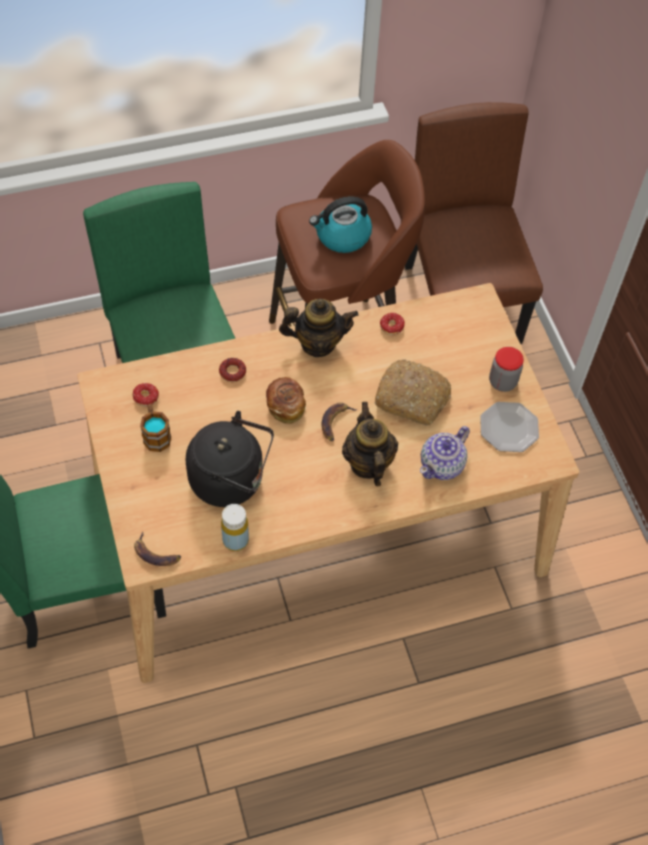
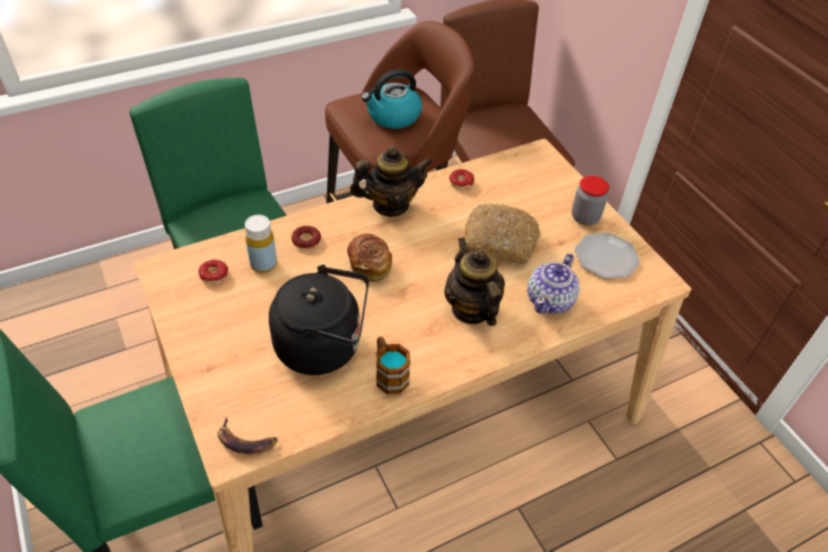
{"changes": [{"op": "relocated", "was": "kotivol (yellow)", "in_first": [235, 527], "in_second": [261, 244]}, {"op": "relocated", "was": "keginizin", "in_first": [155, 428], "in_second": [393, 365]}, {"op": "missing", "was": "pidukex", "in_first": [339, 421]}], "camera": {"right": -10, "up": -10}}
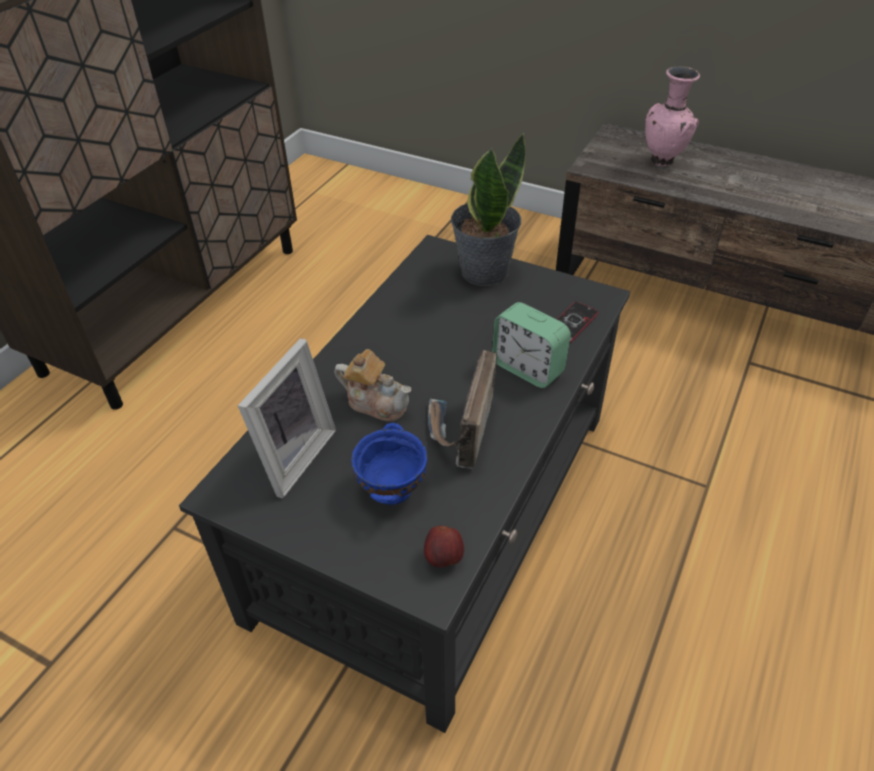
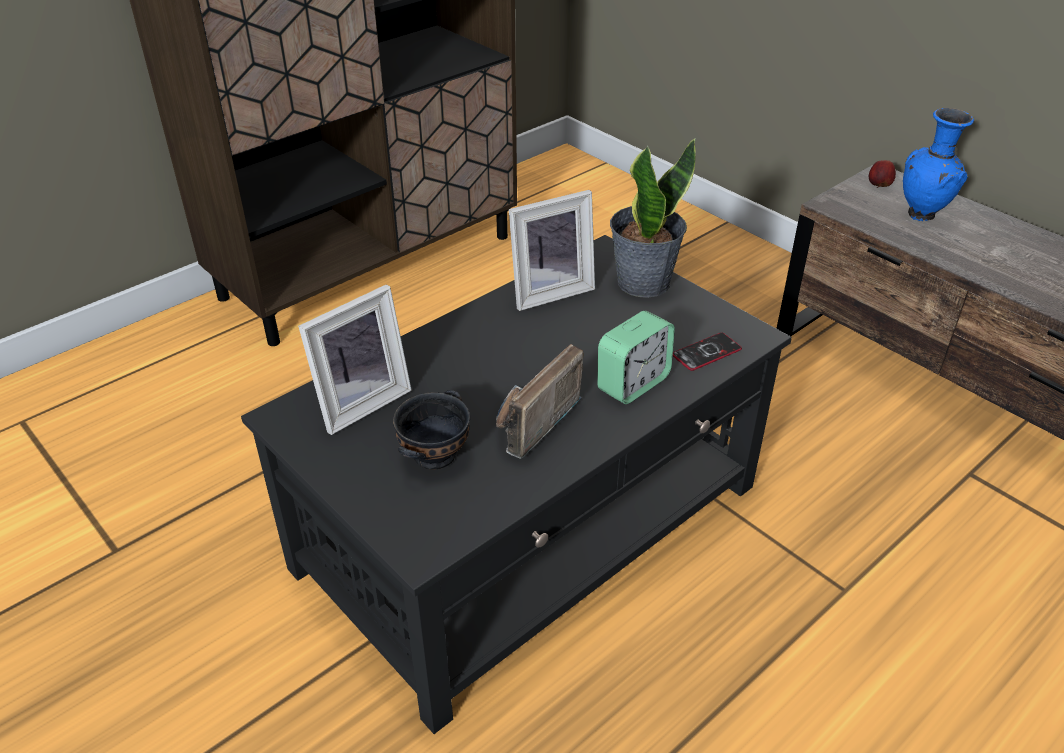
{"changes": [{"op": "colour", "was": "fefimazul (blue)", "now": "fefimazul (black)", "in_first": [389, 464], "in_second": [431, 430]}, {"op": "appeared", "now": "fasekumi", "in_second": [552, 250]}, {"op": "spun", "was": "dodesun", "in_first": [531, 345], "in_second": [636, 357], "clockwise": -105}, {"op": "relocated", "was": "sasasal", "in_first": [444, 547], "in_second": [882, 174]}, {"op": "colour", "was": "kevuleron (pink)", "now": "kevuleron (blue)", "in_first": [672, 116], "in_second": [938, 164]}, {"op": "missing", "was": "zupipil", "in_first": [372, 385]}], "camera": {"right": 20, "up": -5}}
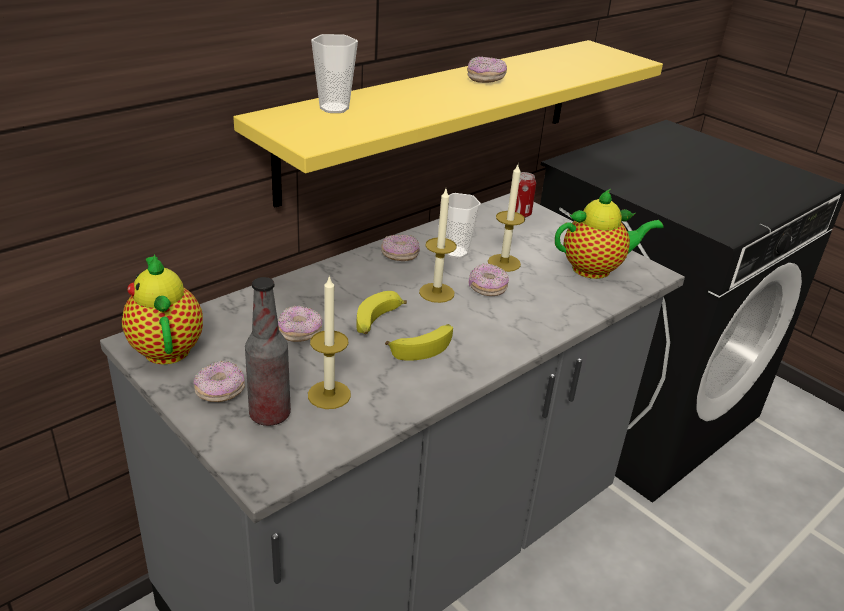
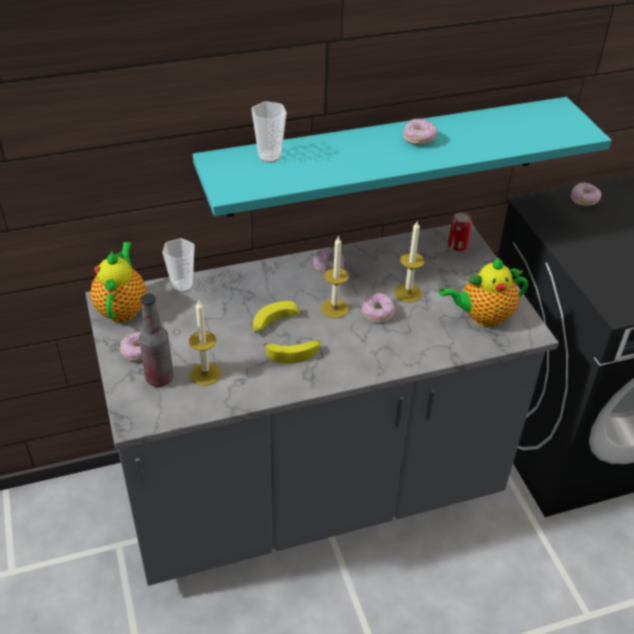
{"changes": [{"op": "relocated", "was": "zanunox", "in_first": [463, 226], "in_second": [178, 265]}, {"op": "colour", "was": "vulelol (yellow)", "now": "vulelol (turquoise)", "in_first": [448, 123], "in_second": [402, 157]}, {"op": "spun", "was": "zupipil", "in_first": [609, 234], "in_second": [483, 292], "clockwise": 150}, {"op": "relocated", "was": "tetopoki", "in_first": [300, 324], "in_second": [586, 194]}], "camera": {"right": 25, "up": 10}}
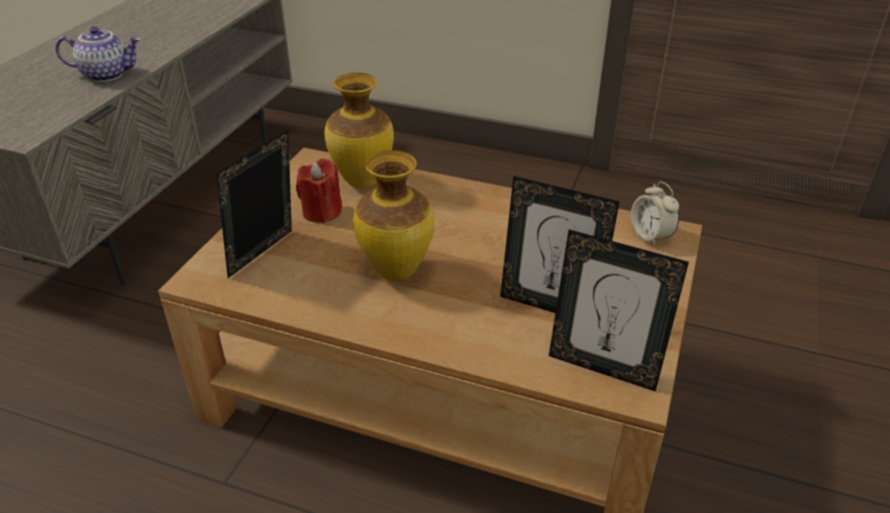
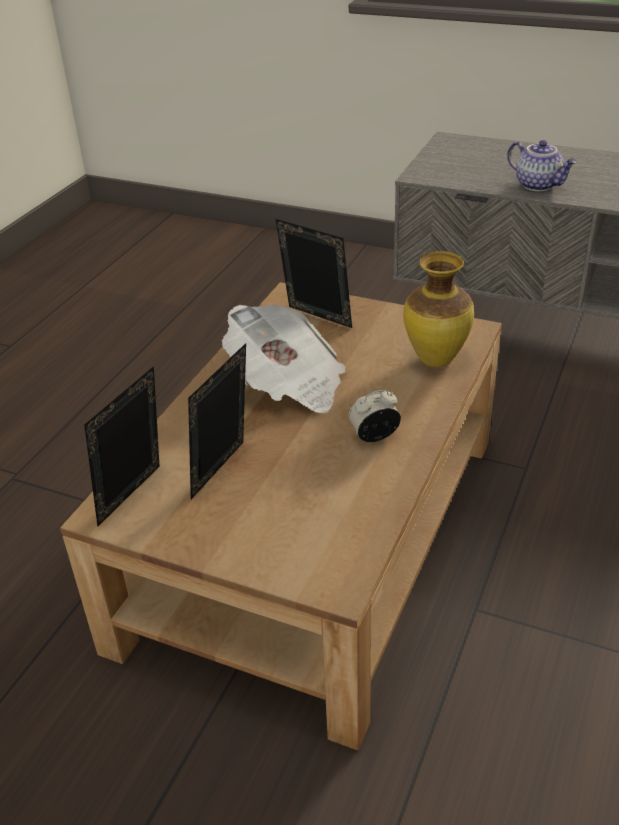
{"changes": [{"op": "exchanged", "was": "kevuleron", "now": "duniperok", "in_first": [393, 215], "in_second": [284, 359]}, {"op": "relocated", "was": "dodesun", "in_first": [655, 214], "in_second": [375, 416]}, {"op": "spun", "was": "zupipil", "in_first": [98, 54], "in_second": [542, 165], "clockwise": -45}, {"op": "missing", "was": "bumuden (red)", "in_first": [319, 190]}], "camera": {"right": 95, "up": 0}}
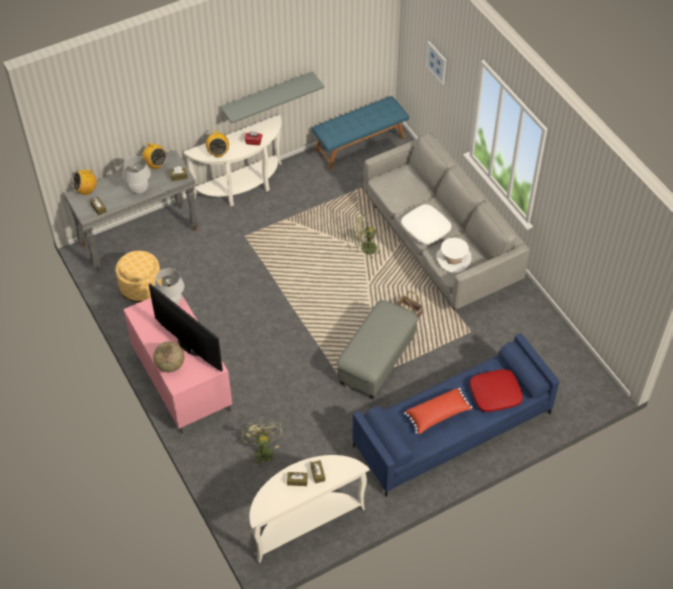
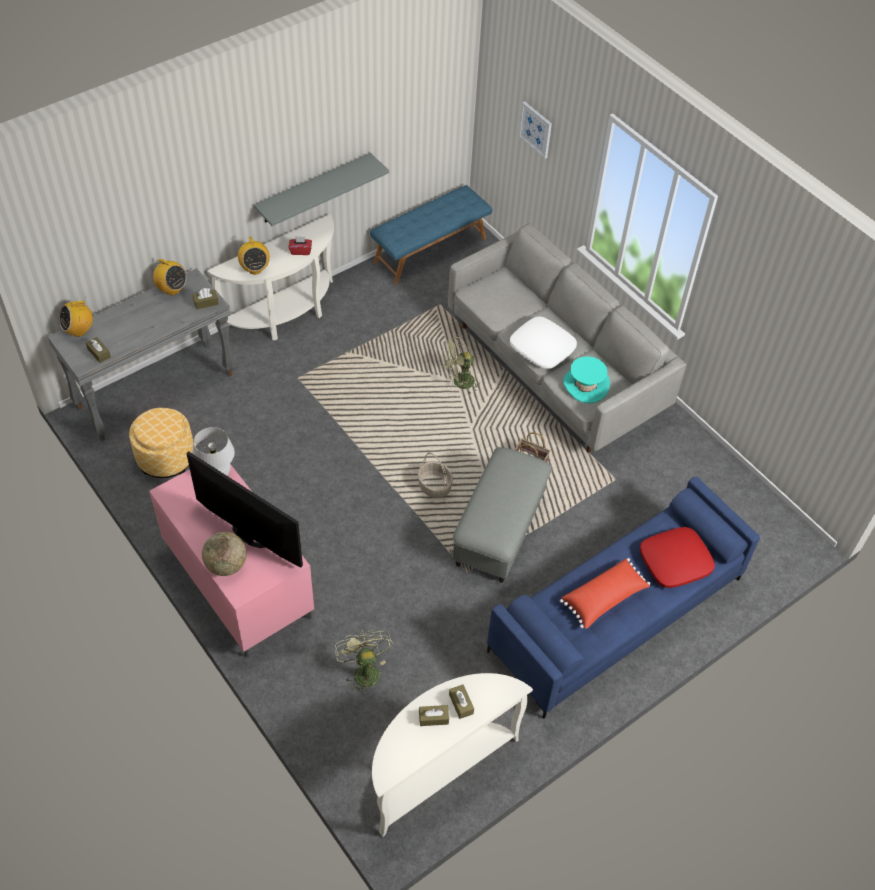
{"changes": [{"op": "appeared", "now": "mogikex", "in_second": [435, 475]}, {"op": "colour", "was": "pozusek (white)", "now": "pozusek (turquoise)", "in_first": [453, 255], "in_second": [586, 379]}, {"op": "missing", "was": "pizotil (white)", "in_first": [137, 175]}], "camera": {"right": -10, "up": 0}}
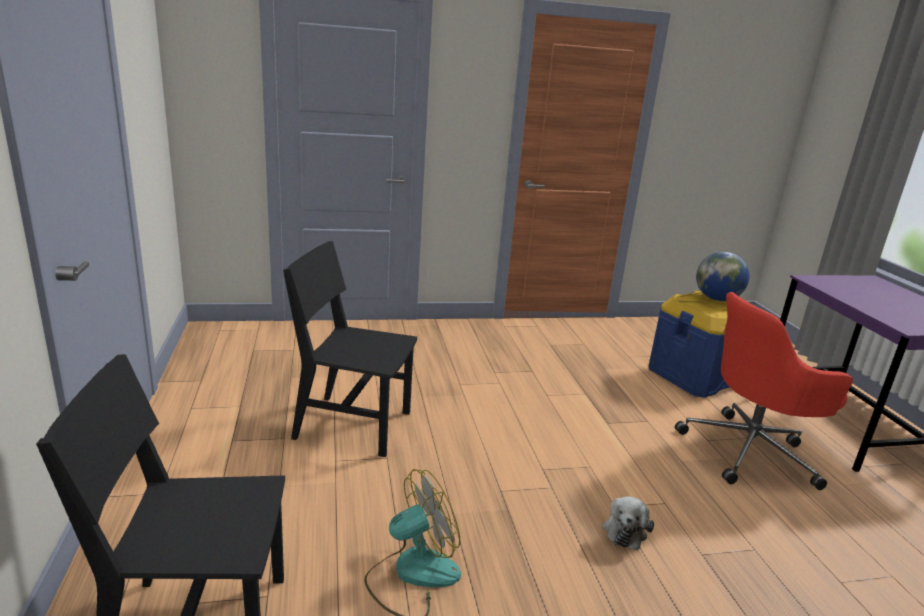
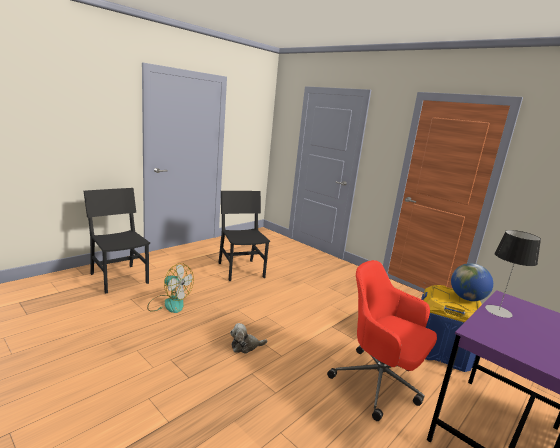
{"changes": [{"op": "appeared", "now": "pizotil", "in_second": [513, 274]}], "camera": {"right": 55, "up": -5}}
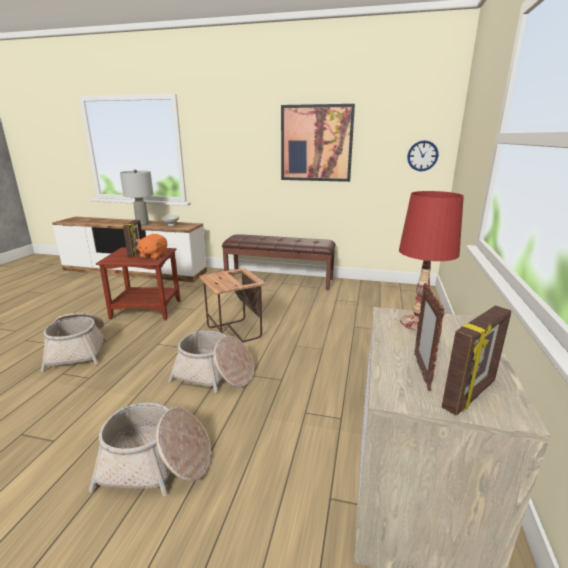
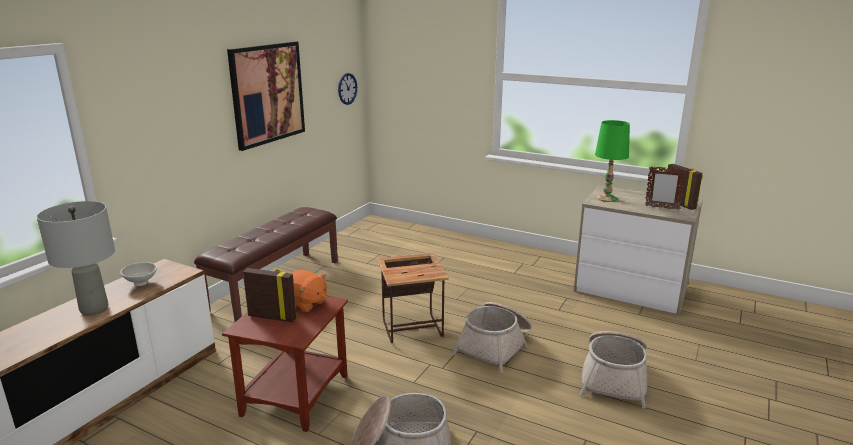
{"changes": [{"op": "colour", "was": "pizotil (red)", "now": "pizotil (green)", "in_first": [431, 261], "in_second": [612, 161]}], "camera": {"right": -75, "up": 0}}
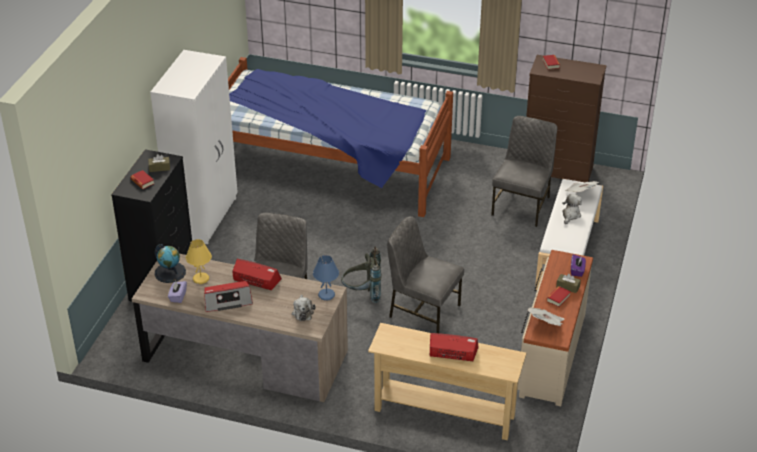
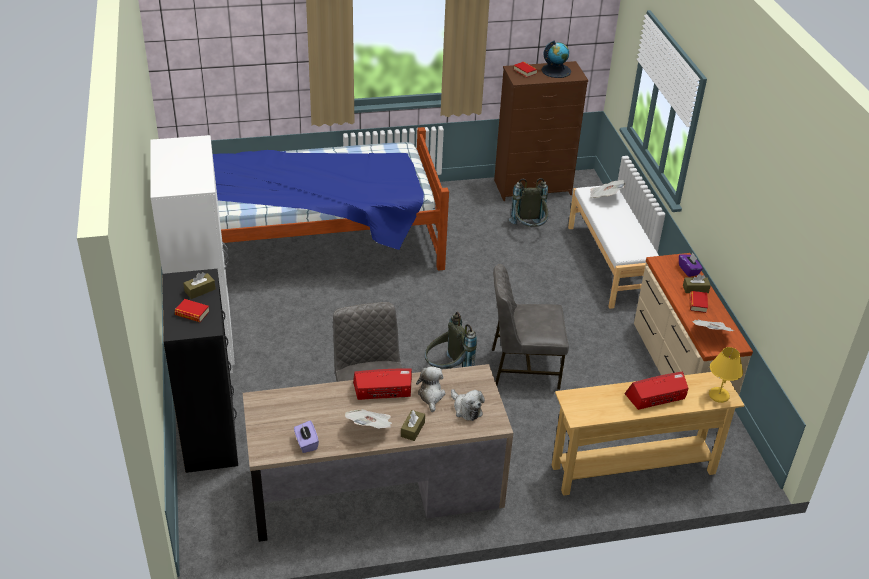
{"changes": [{"op": "exchanged", "was": "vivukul", "now": "duniperok", "in_first": [228, 296], "in_second": [368, 419]}, {"op": "appeared", "now": "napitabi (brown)", "in_second": [413, 425]}, {"op": "relocated", "was": "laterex", "in_first": [572, 209], "in_second": [430, 389]}, {"op": "exchanged", "was": "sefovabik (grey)", "now": "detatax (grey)", "in_first": [524, 171], "in_second": [529, 202]}, {"op": "relocated", "was": "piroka", "in_first": [170, 263], "in_second": [556, 59]}, {"op": "relocated", "was": "pizotil (yellow)", "in_first": [199, 261], "in_second": [726, 375]}, {"op": "missing", "was": "pizotil (blue)", "in_first": [326, 278]}], "camera": {"right": -30, "up": 0}}
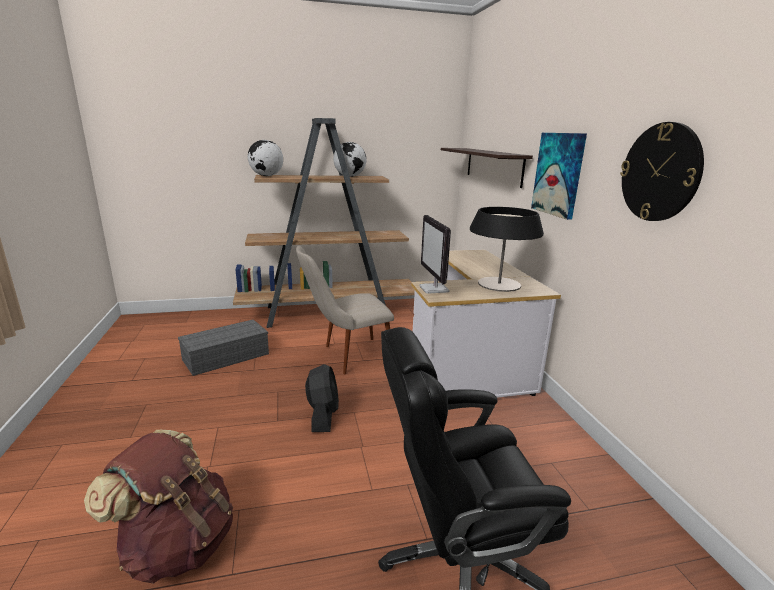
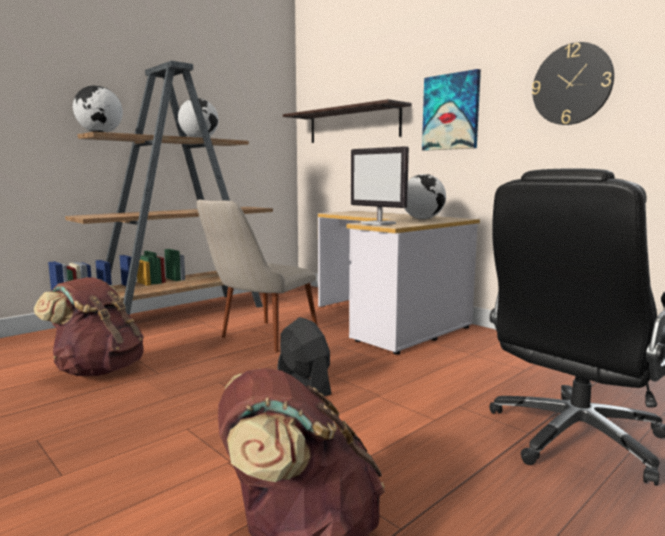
{"changes": [{"op": "exchanged", "was": "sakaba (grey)", "now": "detatax (brown)", "in_first": [223, 347], "in_second": [89, 326]}, {"op": "exchanged", "was": "pizotil", "now": "piroka", "in_first": [507, 249], "in_second": [425, 196]}], "camera": {"right": -30, "up": -10}}
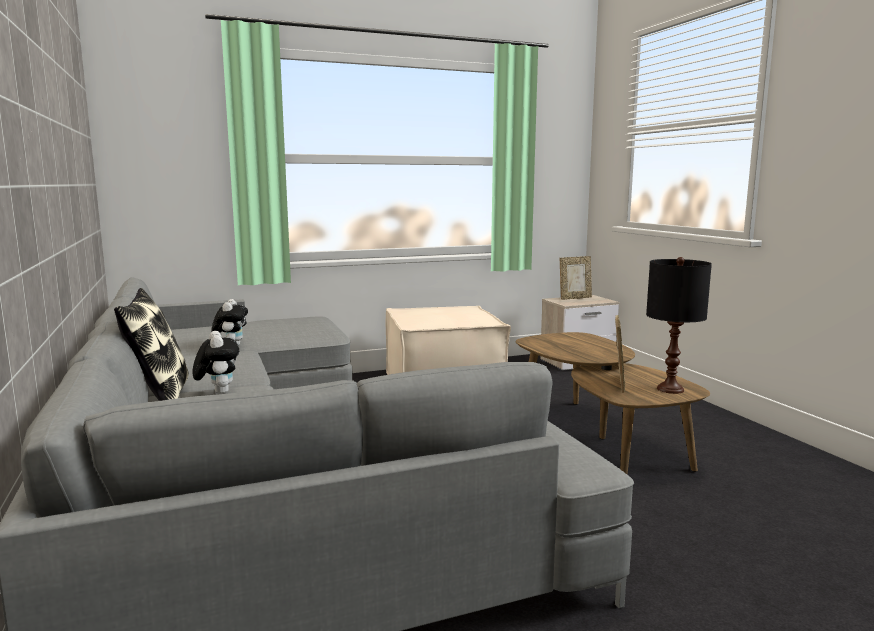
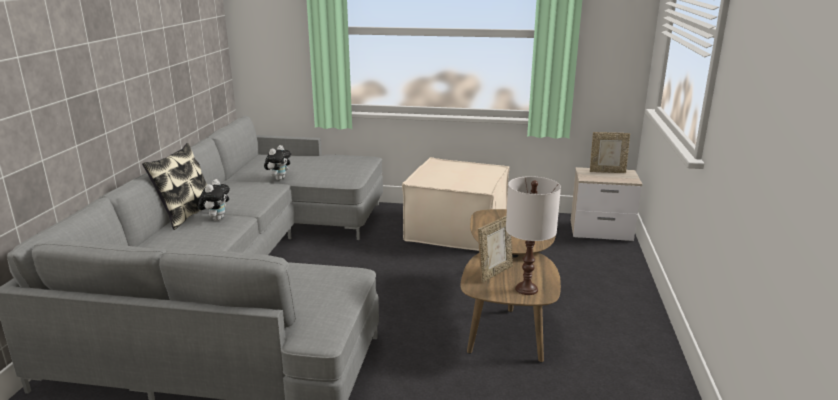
{"changes": [{"op": "colour", "was": "pizotil (black)", "now": "pizotil (white)", "in_first": [679, 325], "in_second": [533, 235]}], "camera": {"right": 30, "up": 10}}
